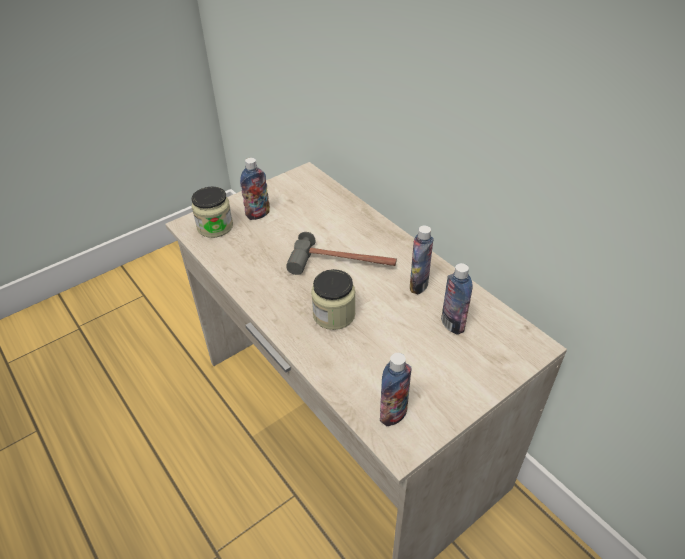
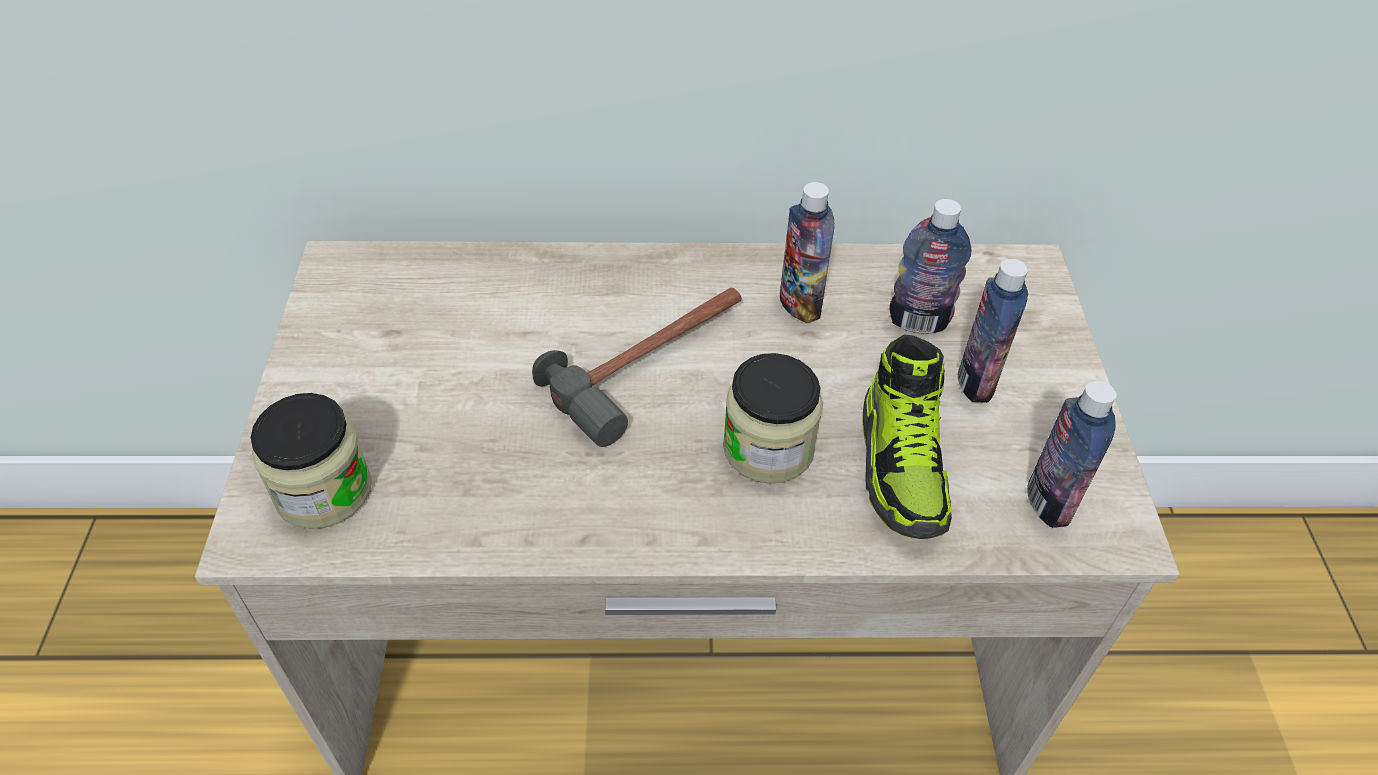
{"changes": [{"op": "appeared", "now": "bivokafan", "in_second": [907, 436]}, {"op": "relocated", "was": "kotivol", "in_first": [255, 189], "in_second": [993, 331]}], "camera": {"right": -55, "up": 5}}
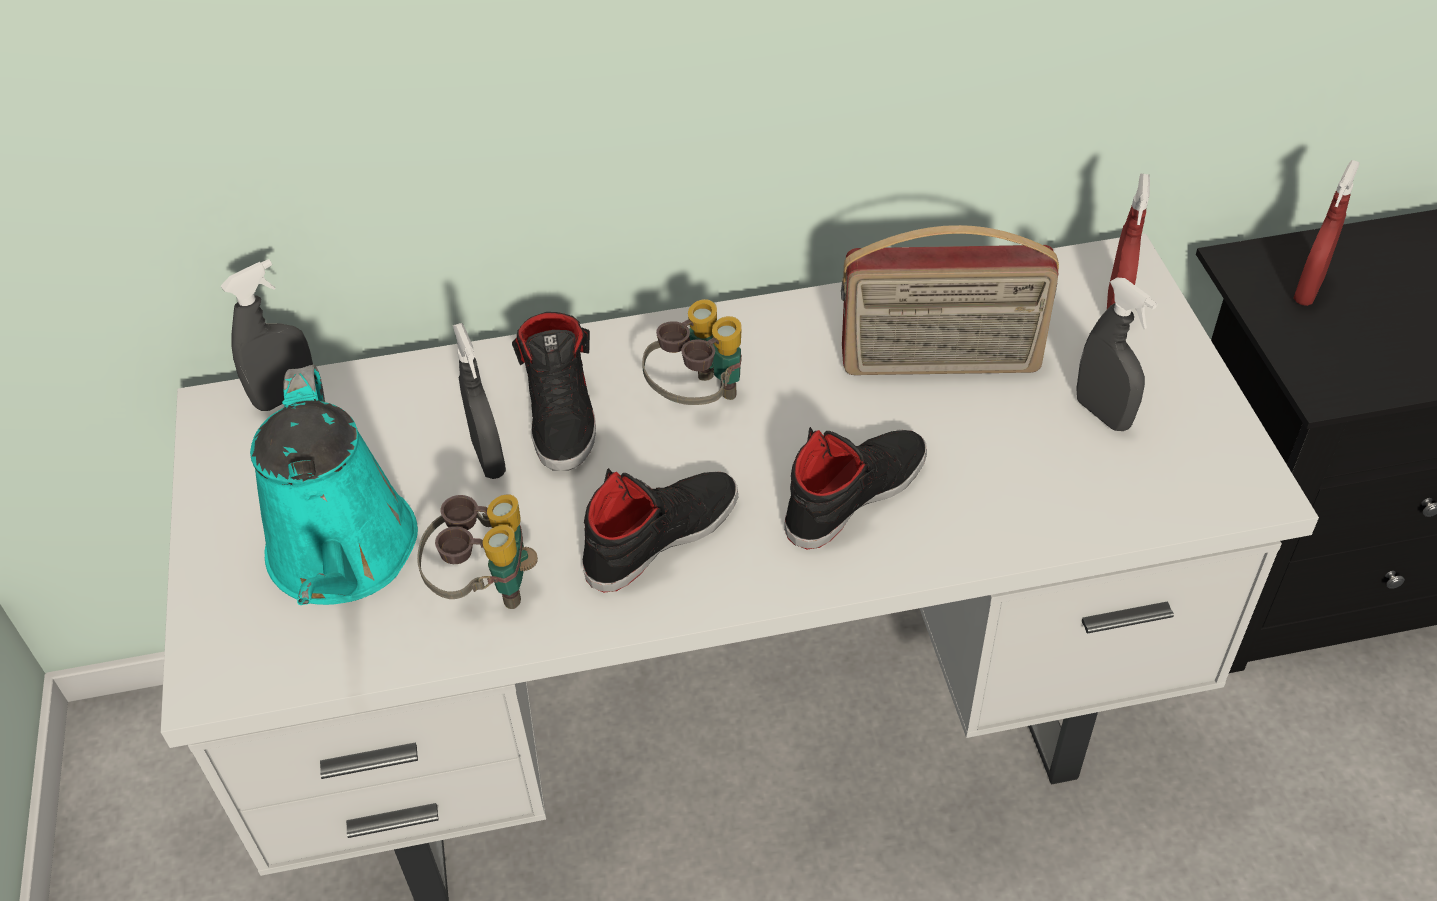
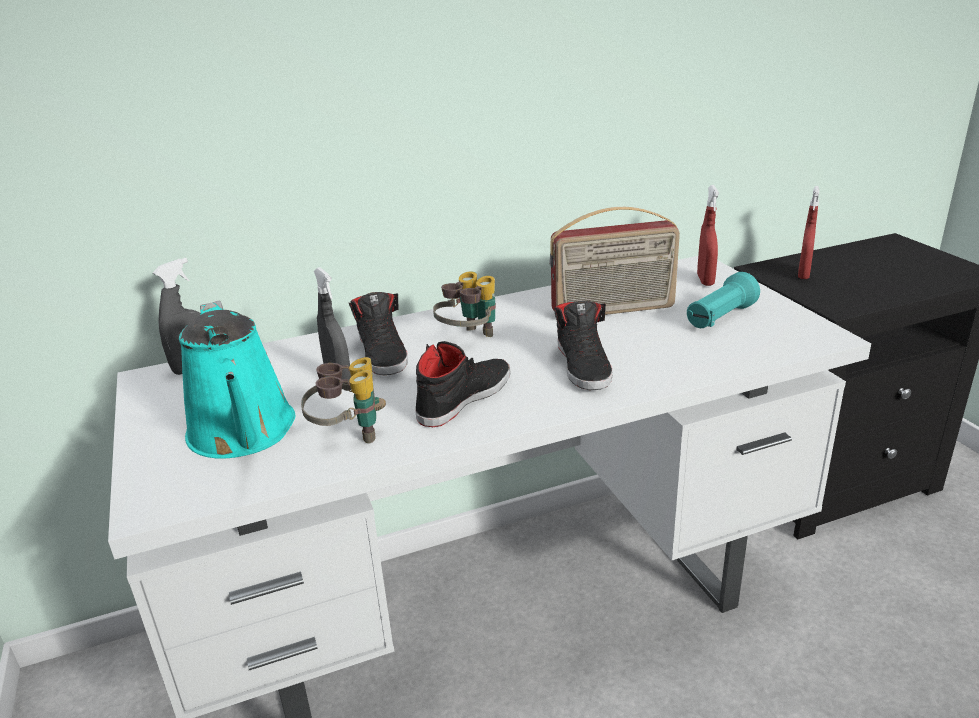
{"changes": [{"op": "spun", "was": "bivokafan (black)", "in_first": [855, 488], "in_second": [583, 345], "clockwise": 135}, {"op": "exchanged", "was": "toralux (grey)", "now": "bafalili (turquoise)", "in_first": [1116, 354], "in_second": [723, 300]}], "camera": {"right": -10, "up": -20}}
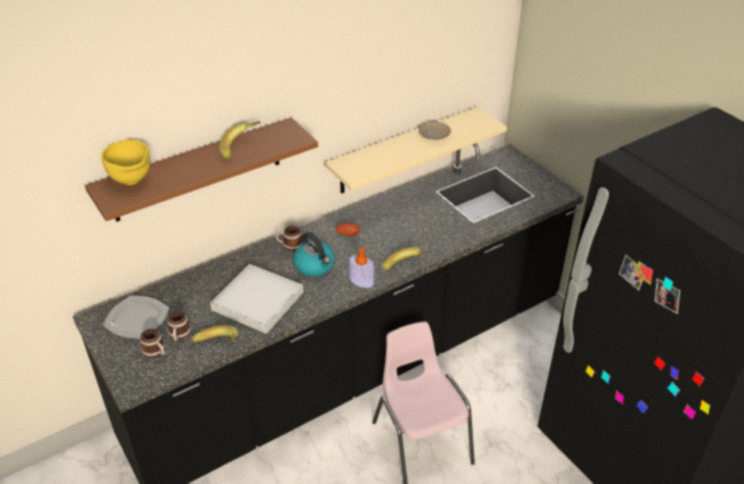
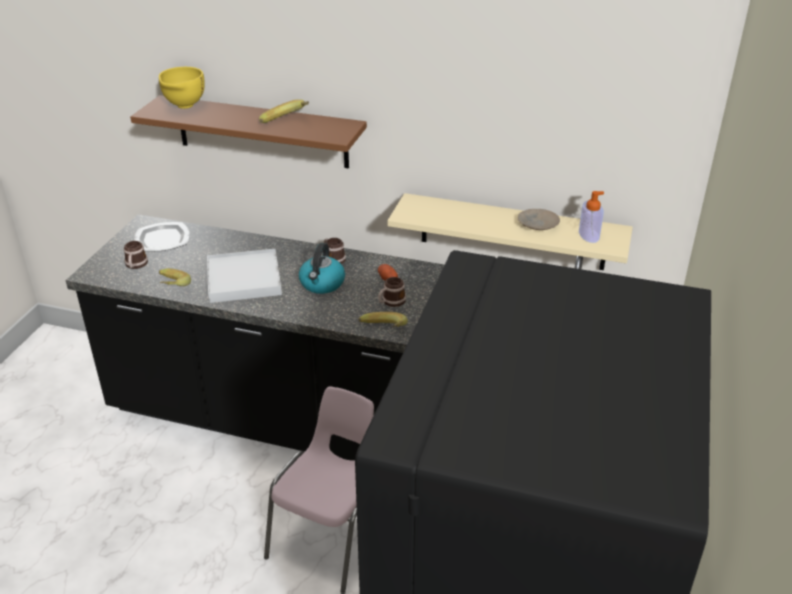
{"changes": [{"op": "relocated", "was": "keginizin", "in_first": [179, 326], "in_second": [392, 292]}, {"op": "relocated", "was": "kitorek", "in_first": [361, 267], "in_second": [591, 217]}], "camera": {"right": 50, "up": -5}}
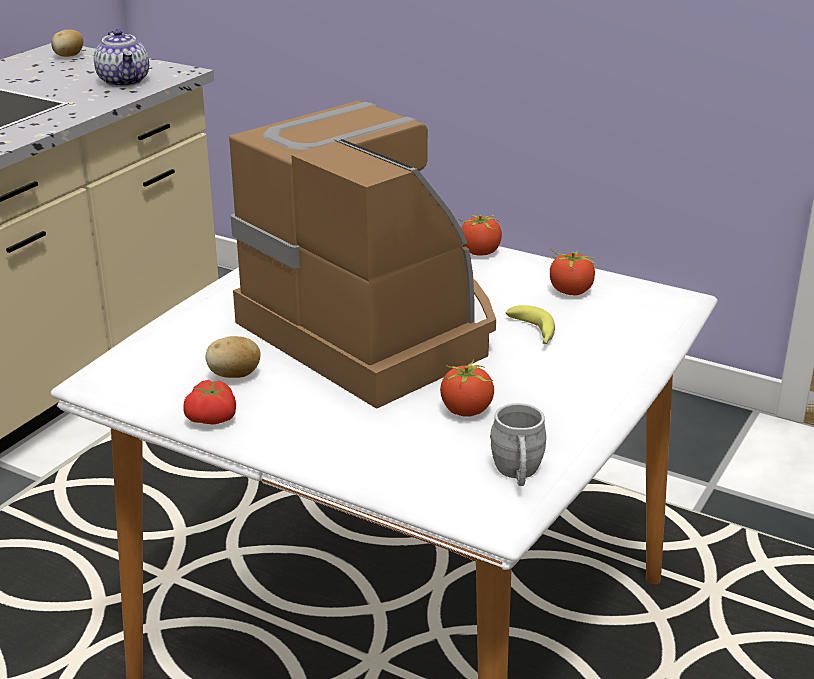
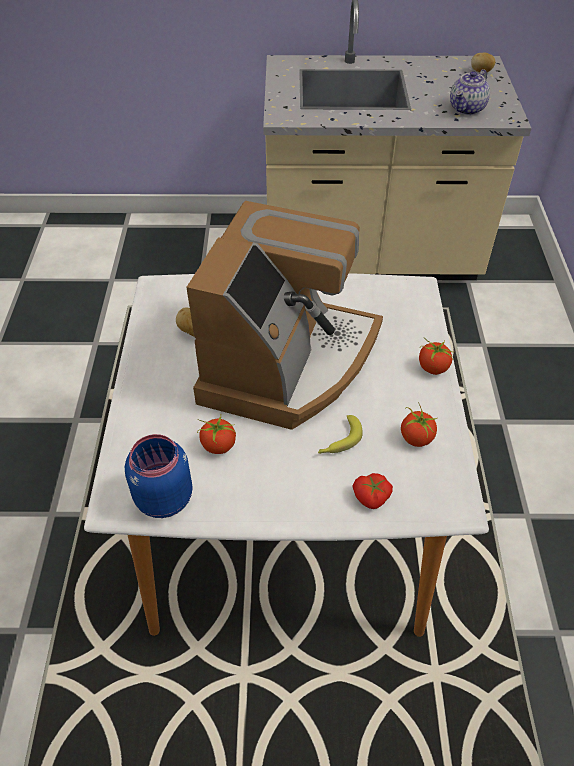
{"changes": [{"op": "exchanged", "was": "keginizin (grey)", "now": "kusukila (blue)", "in_first": [518, 444], "in_second": [159, 476]}, {"op": "relocated", "was": "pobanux", "in_first": [209, 402], "in_second": [372, 491]}], "camera": {"right": 60, "up": 20}}
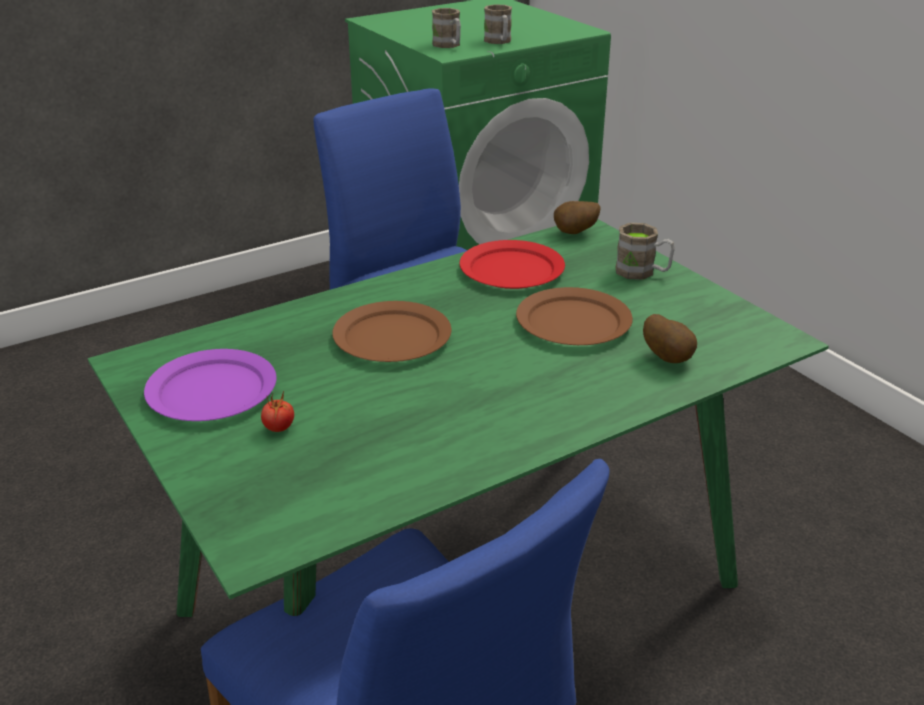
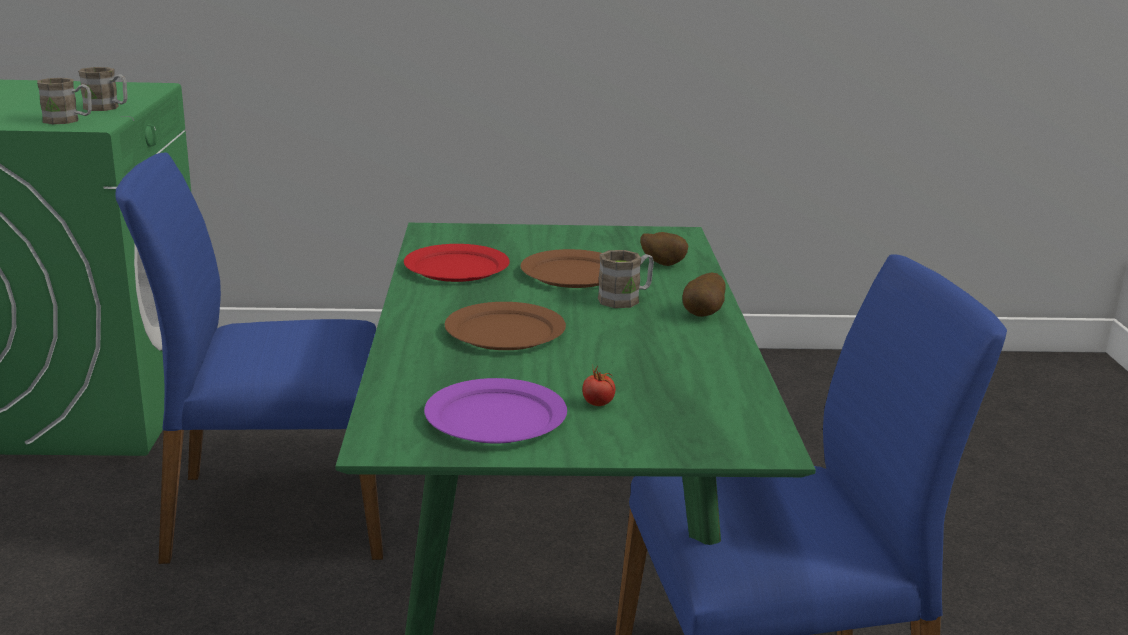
{"changes": [{"op": "relocated", "was": "keginizin (brown)", "in_first": [645, 251], "in_second": [626, 279]}, {"op": "relocated", "was": "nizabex", "in_first": [577, 217], "in_second": [704, 294]}], "camera": {"right": -60, "up": -10}}
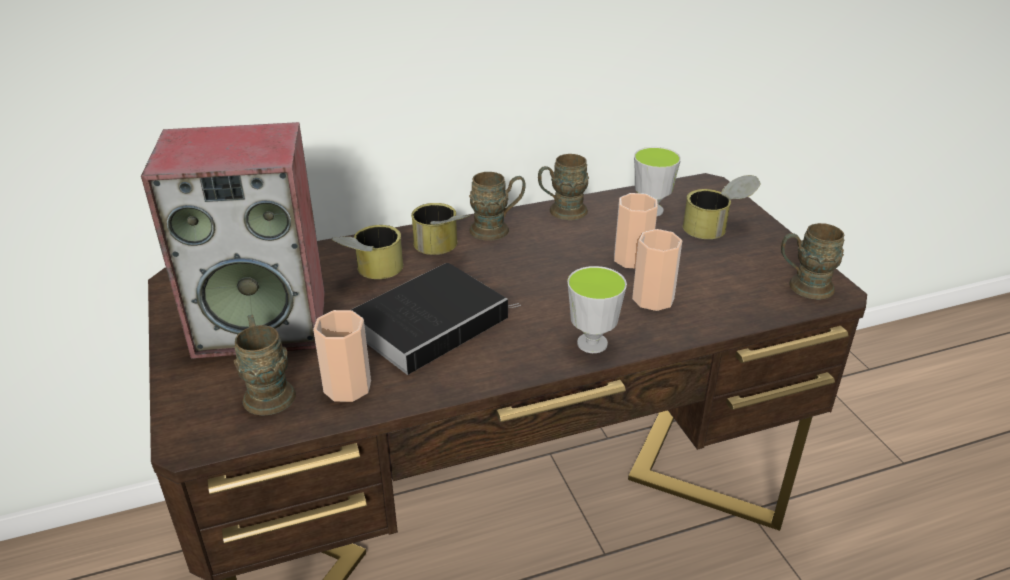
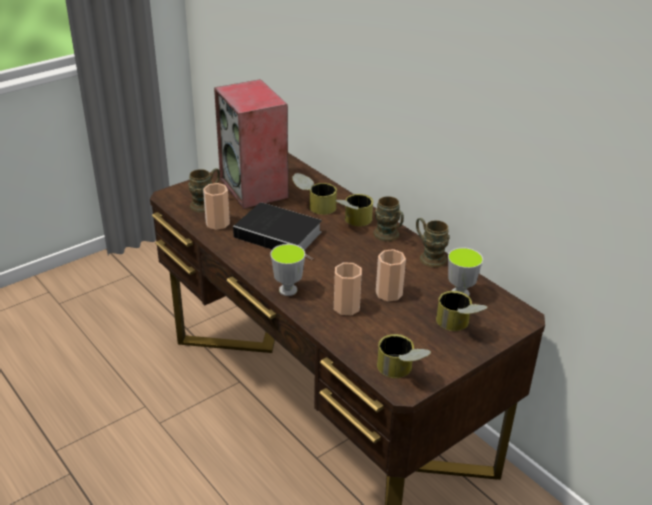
{"changes": [{"op": "exchanged", "was": "keginizin (brown)", "now": "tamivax", "in_first": [812, 261], "in_second": [404, 356]}], "camera": {"right": 70, "up": 0}}
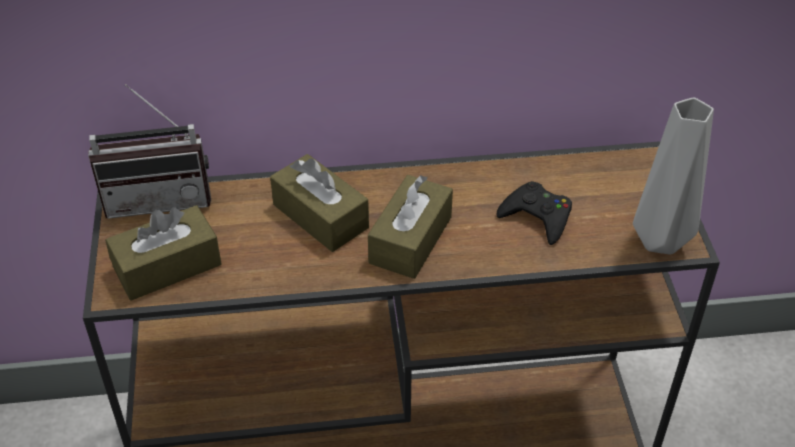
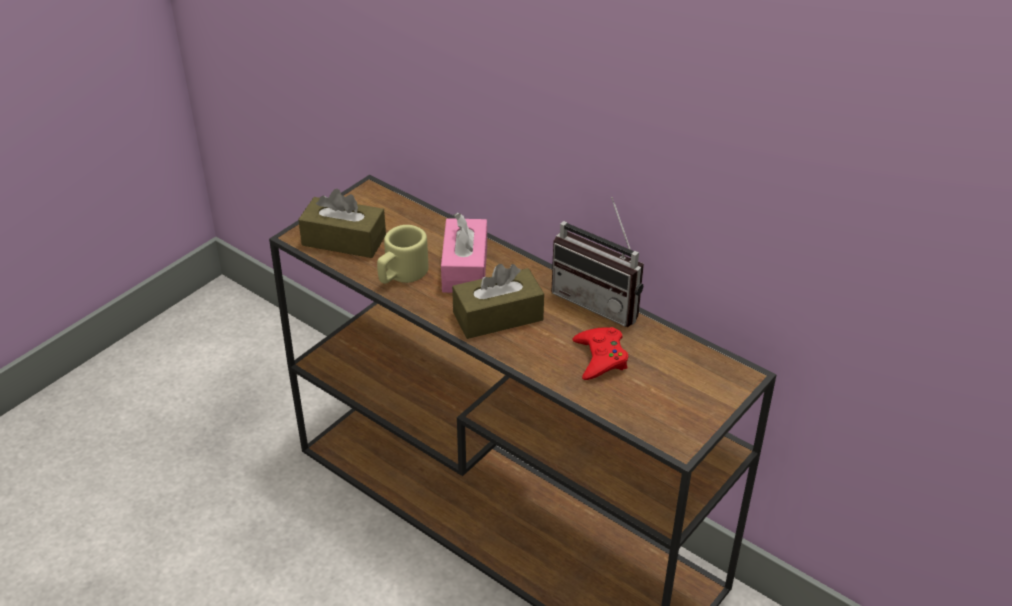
{"changes": [{"op": "appeared", "now": "keginizin (beige)", "in_second": [403, 254]}, {"op": "colour", "was": "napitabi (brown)", "now": "napitabi (pink)", "in_first": [319, 203], "in_second": [464, 253]}, {"op": "relocated", "was": "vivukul", "in_first": [149, 151], "in_second": [597, 262]}, {"op": "colour", "was": "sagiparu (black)", "now": "sagiparu (red)", "in_first": [534, 213], "in_second": [600, 353]}, {"op": "missing", "was": "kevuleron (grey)", "in_first": [673, 176]}], "camera": {"right": 45, "up": -5}}
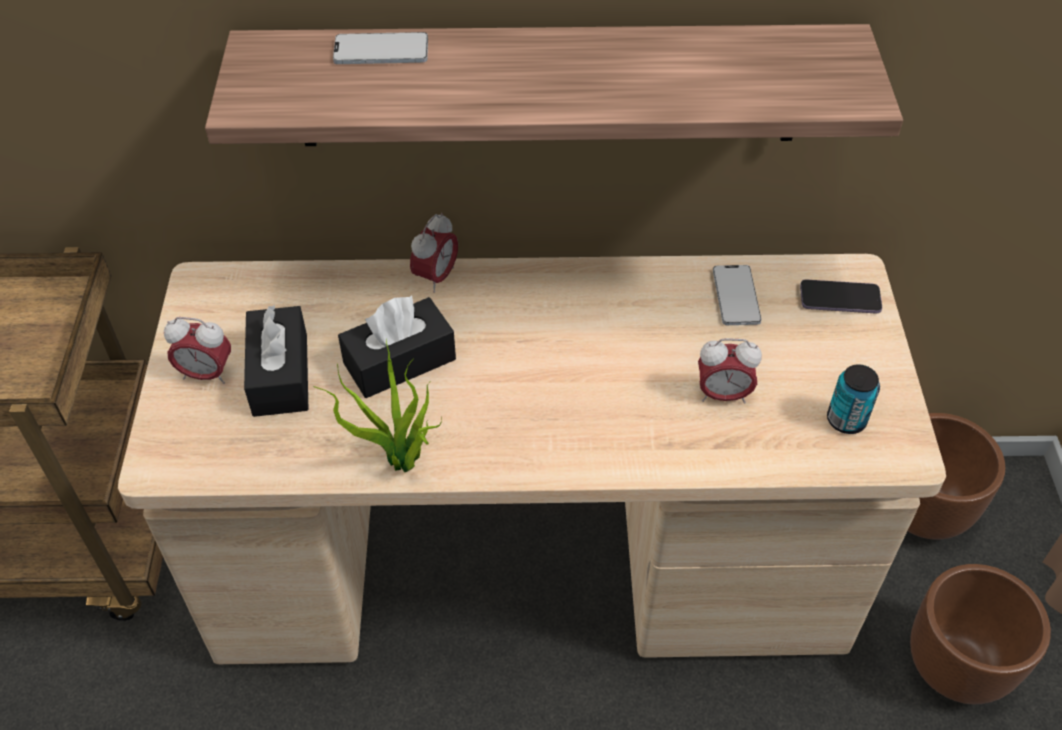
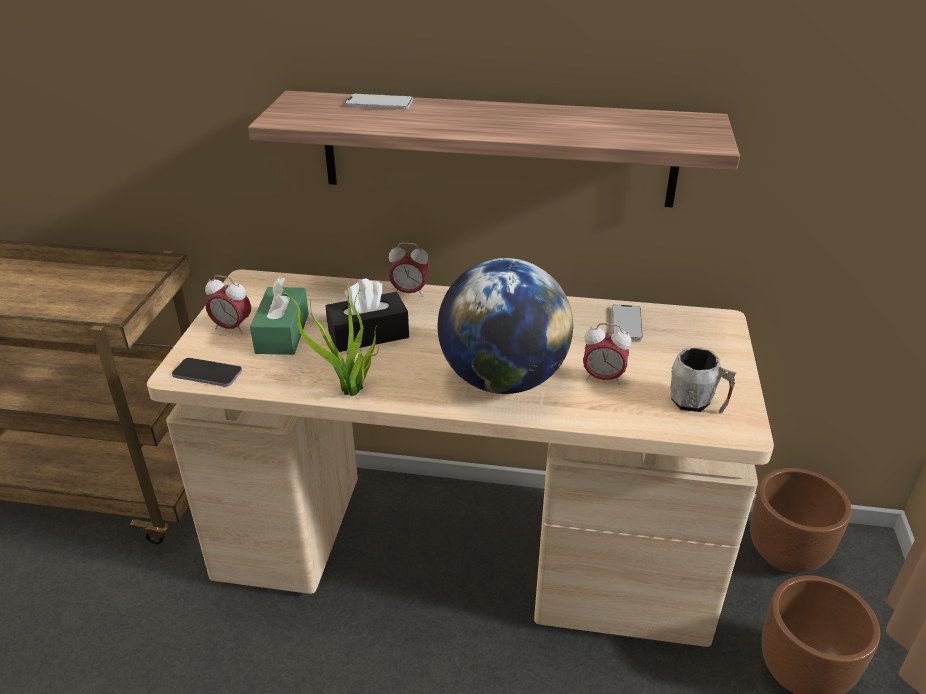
{"changes": [{"op": "relocated", "was": "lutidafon", "in_first": [841, 296], "in_second": [207, 372]}, {"op": "colour", "was": "napitabi (black)", "now": "napitabi (green)", "in_first": [276, 361], "in_second": [279, 316]}, {"op": "spun", "was": "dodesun", "in_first": [434, 253], "in_second": [409, 270], "clockwise": 60}, {"op": "appeared", "now": "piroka", "in_second": [505, 326]}, {"op": "exchanged", "was": "tamivax", "now": "keginizin (grey)", "in_first": [853, 399], "in_second": [703, 381]}], "camera": {"right": 10, "up": -15}}
